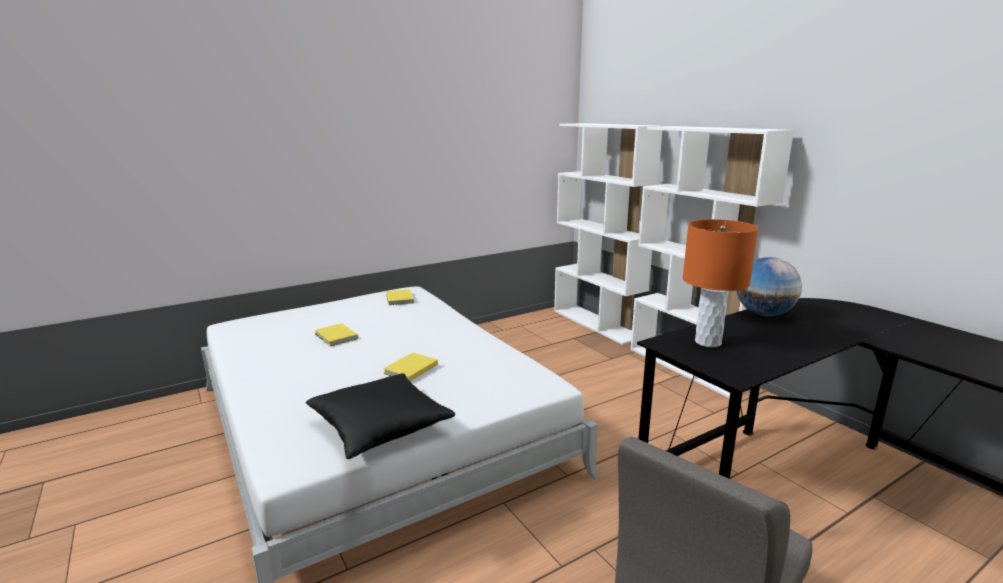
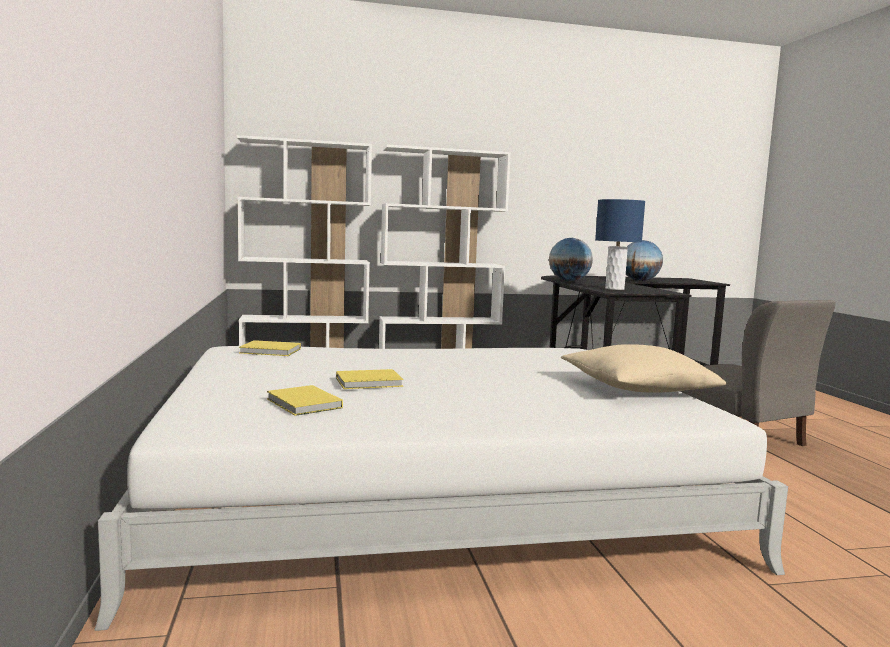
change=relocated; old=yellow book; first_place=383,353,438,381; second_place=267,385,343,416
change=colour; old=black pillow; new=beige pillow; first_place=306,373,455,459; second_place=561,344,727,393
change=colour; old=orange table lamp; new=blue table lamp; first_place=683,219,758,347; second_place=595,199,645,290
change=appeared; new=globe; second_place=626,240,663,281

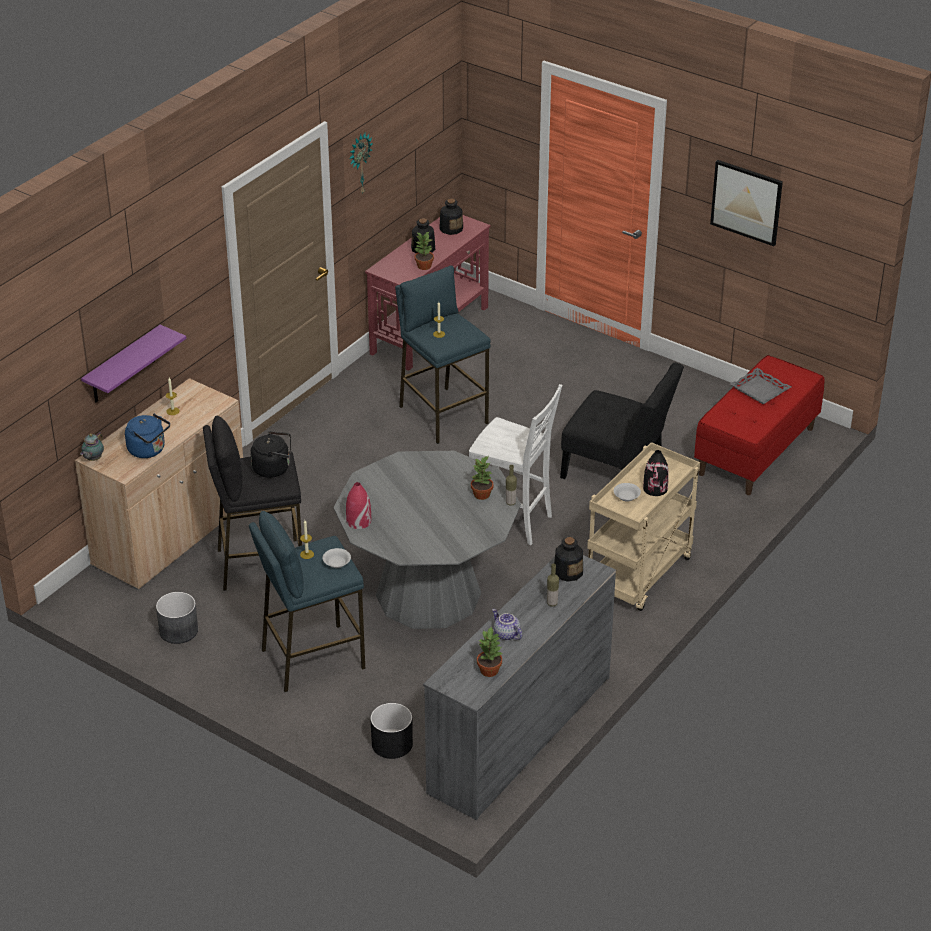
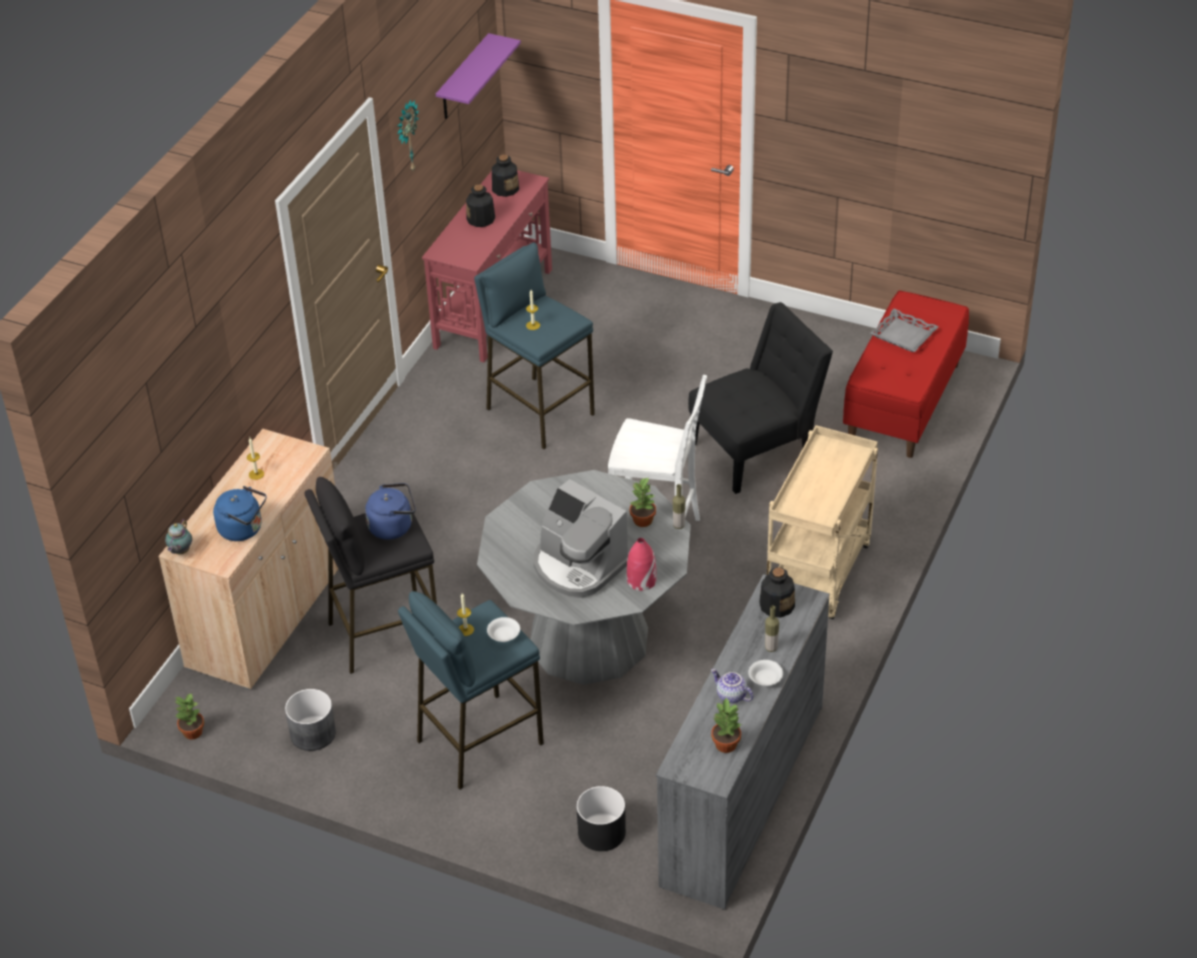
change=relocated; old=potted plant; first_place=414,232,434,270; second_place=175,693,204,740
change=colour; old=black kettle; new=blue kettle; first_place=251,431,291,478; second_place=365,483,416,540
change=relocated; old=purple shelf; first_place=81,325,186,402; second_place=436,33,521,119
change=appeared; new=coffee machine; second_place=533,479,628,598
change=relocated; old=red vase; first_place=346,482,371,529; second_place=627,538,657,591
change=spun; old=black chair; first_place=560,362,684,479; second_place=688,302,833,494; degrees=-45
change=relocated; old=white bowl; first_place=614,483,641,501; second_place=748,660,783,686
change=missing; old=black vase; first_place=643,450,669,496
change=missing; old=picture; first_place=710,160,783,246

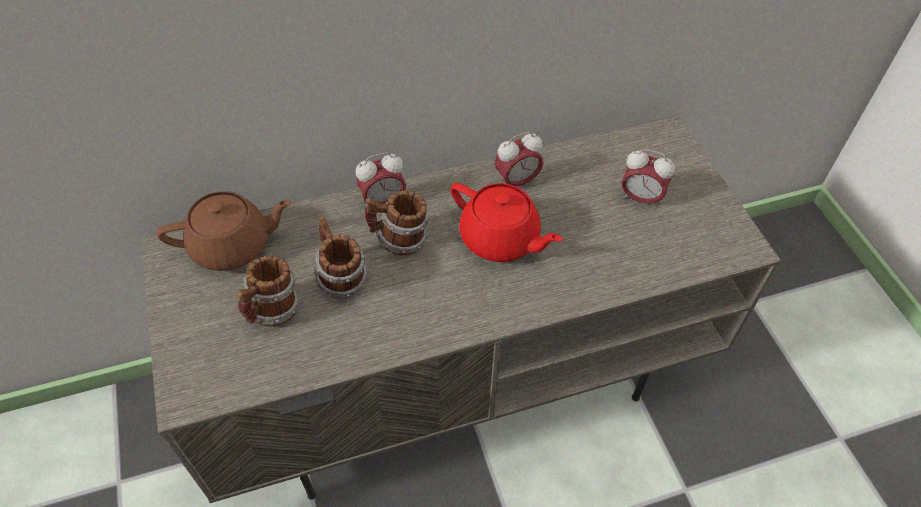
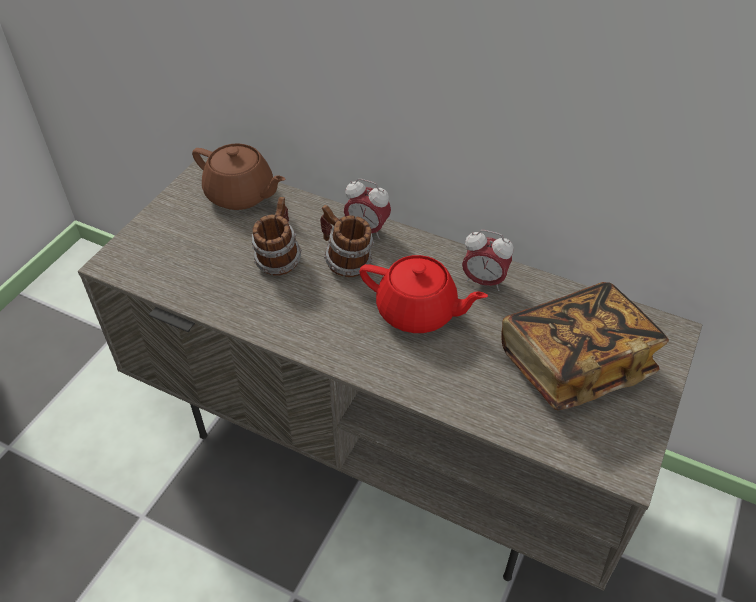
change=spun; old=red teapot; first_place=450,183,563,262; second_place=359,255,488,333; degrees=-60
change=exchanged; old=alarm clock; new=book; first_place=622,149,675,209; second_place=501,282,669,411
change=missing; old=mug; first_place=236,256,300,326

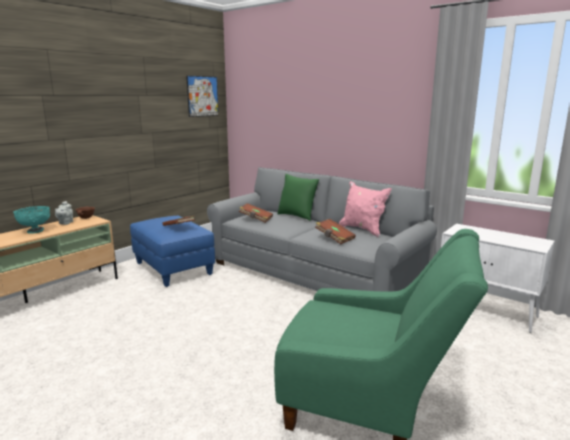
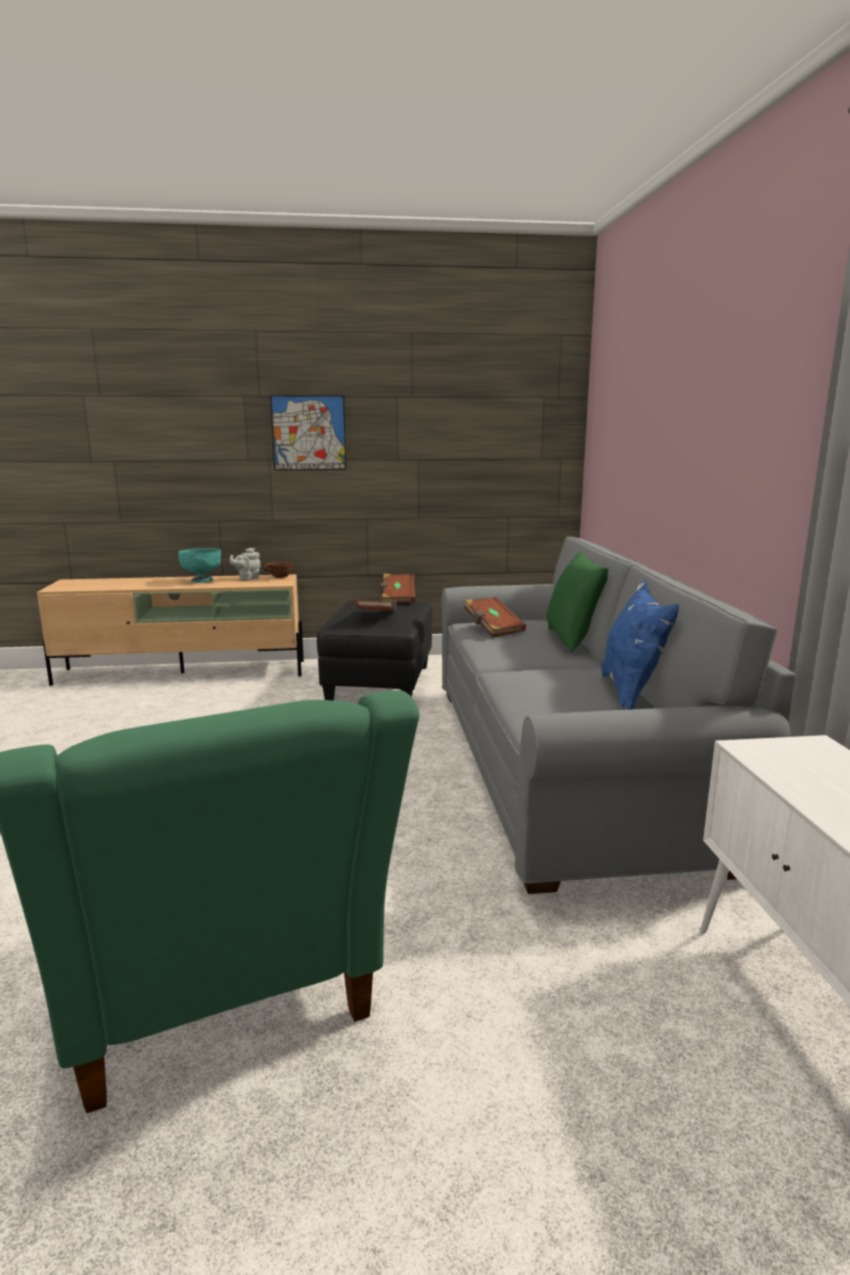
change=relocated; old=picture; first_place=186,76,219,117; second_place=270,395,346,470
change=colour; old=blue ottoman; new=black ottoman; first_place=130,216,215,287; second_place=317,599,433,701
change=relocated; old=brown book; first_place=315,219,356,244; second_place=380,574,415,603
change=colour; old=pink pillow; new=blue pillow; first_place=339,181,392,237; second_place=601,580,679,710

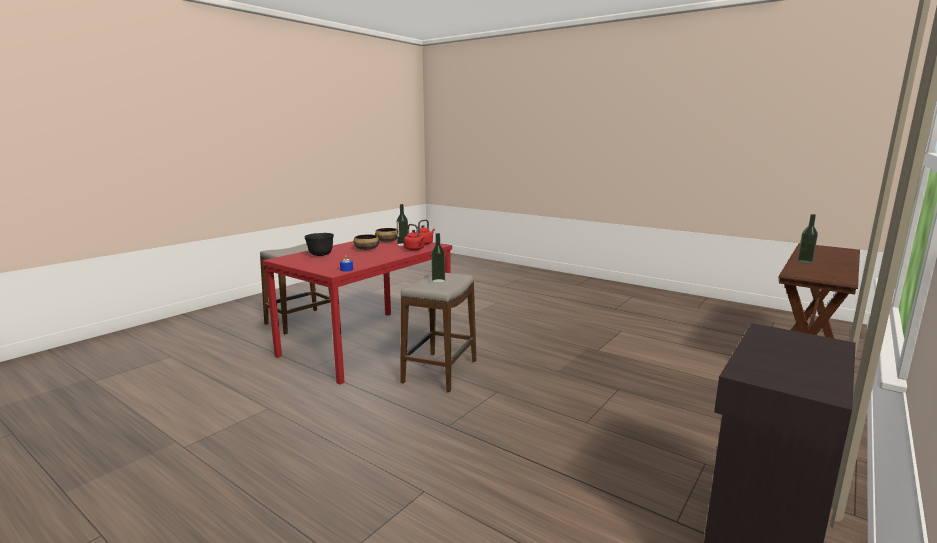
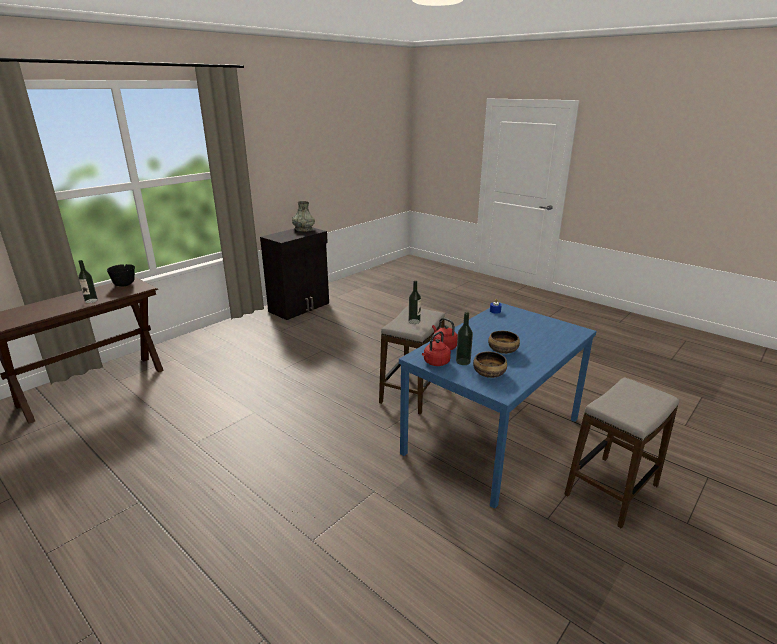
change=relocated; old=black bowl; first_place=304,233,334,256; second_place=107,264,135,287
change=appeared; new=grey vase; second_place=292,201,315,232
change=colour; old=red dining table; new=blue dining table; first_place=262,239,452,385; second_place=399,302,597,509

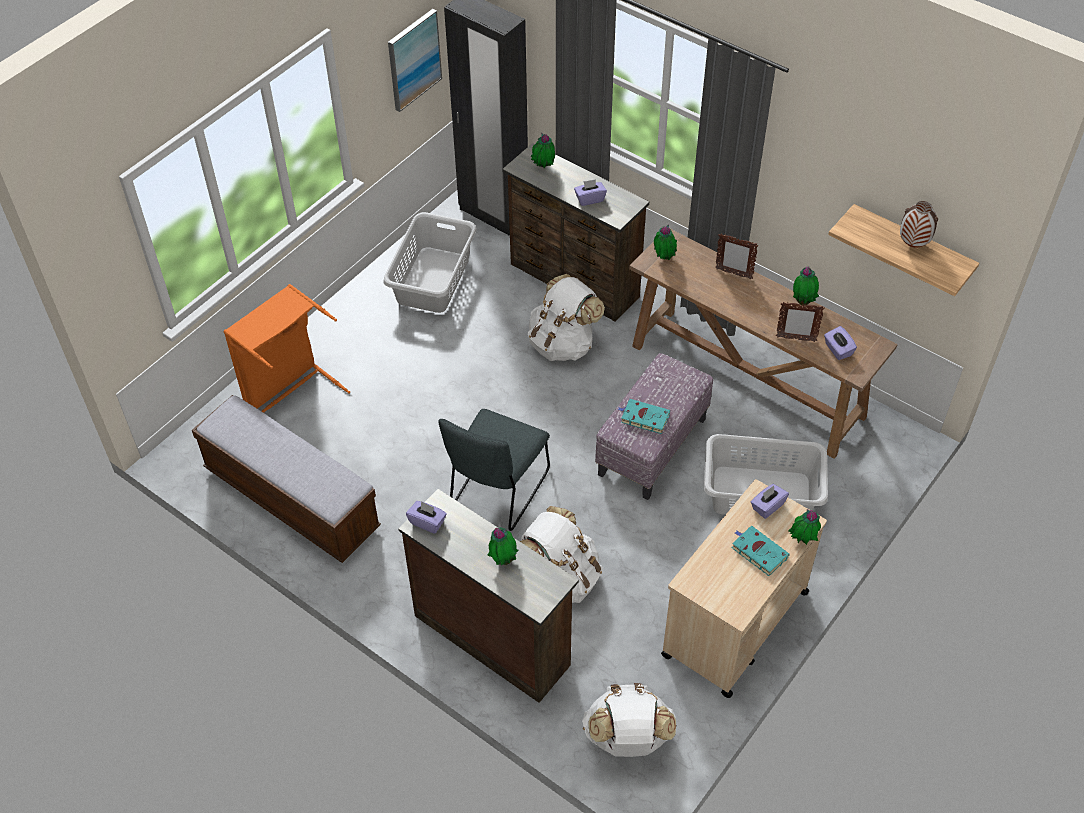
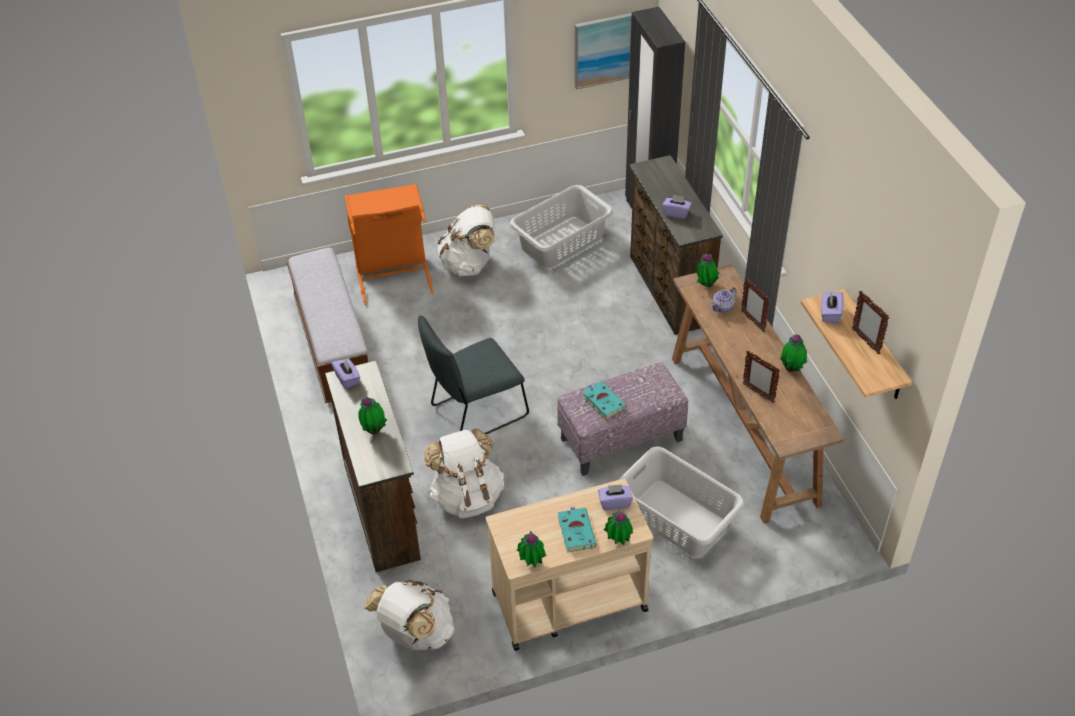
change=relocated; old=white backpack; first_place=528,274,605,361; second_place=438,205,496,276
change=relocated; old=potted plant; first_place=530,133,555,169; second_place=517,531,547,567
change=appeared; new=teapot; second_place=711,287,736,313
change=relocated; old=purple tissue box; first_place=824,326,857,360; second_place=821,292,844,323
change=exchanged; old=vase; new=picture frame; first_place=900,201,938,248; second_place=852,291,889,354

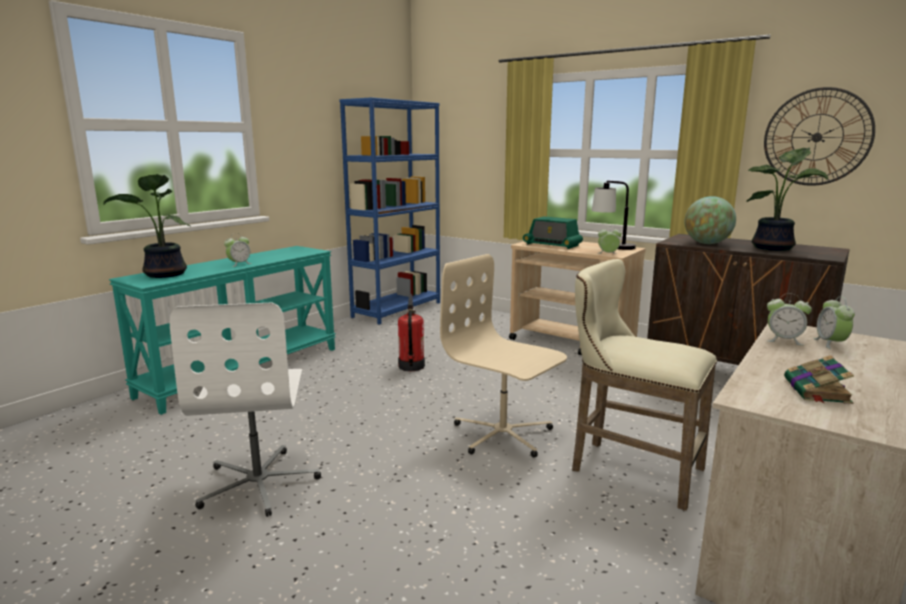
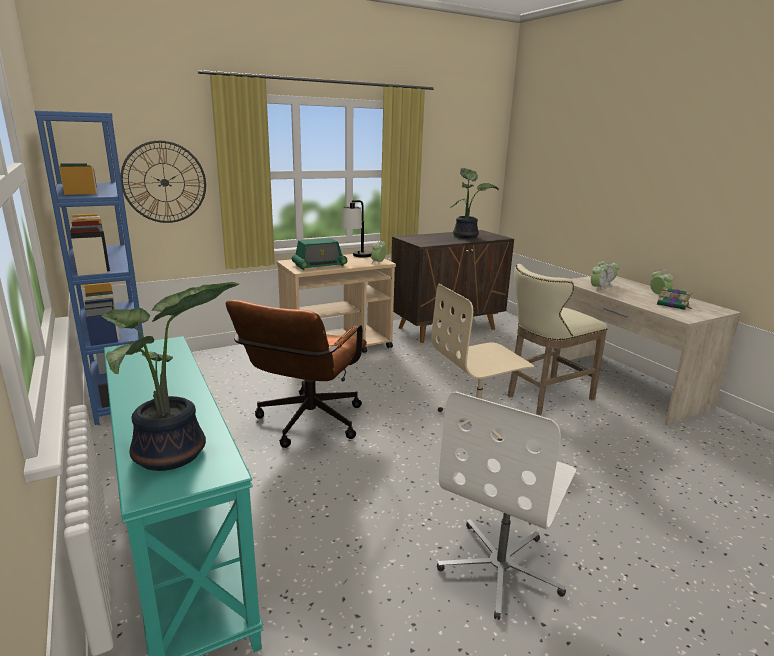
change=relocated; old=wall clock; first_place=764,87,875,186; second_place=120,141,206,223
change=exchanged; old=fire extinguisher; new=brown office chair; first_place=398,294,425,371; second_place=226,300,367,448
change=spun; old=white office chair; first_place=170,303,321,517; second_place=437,392,576,620; degrees=105
change=relocated; old=alarm clock; first_place=224,233,252,267; second_place=650,269,673,295
change=missing; old=globe; first_place=684,196,736,244

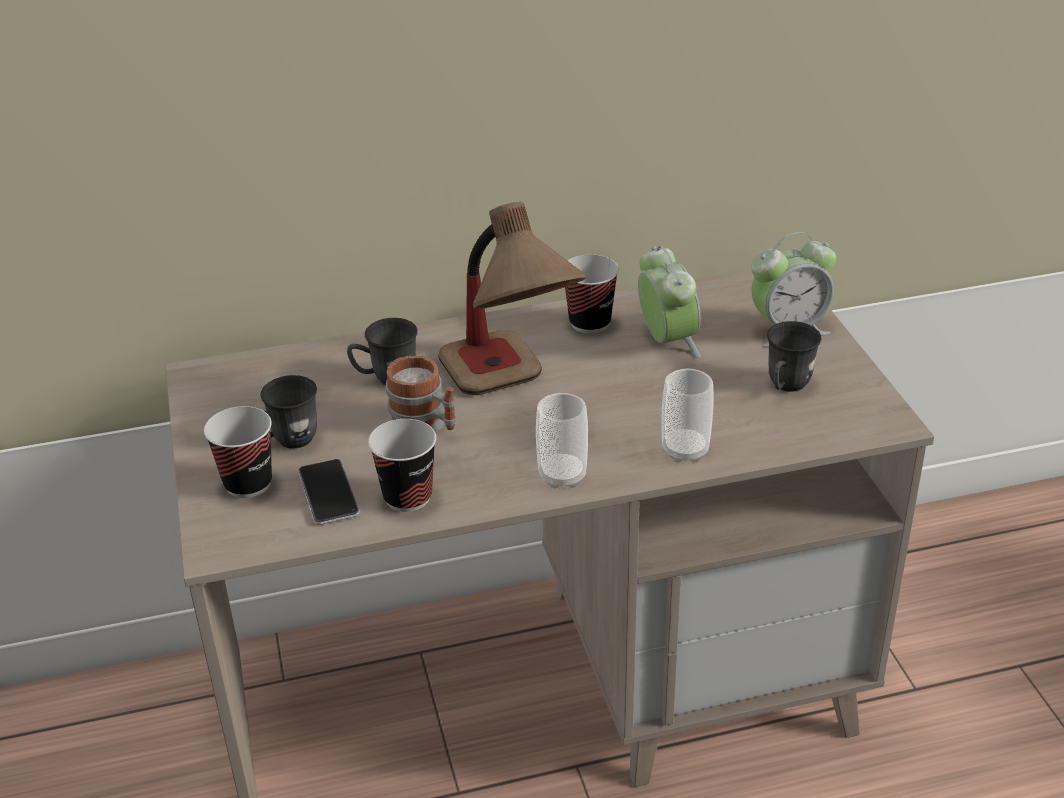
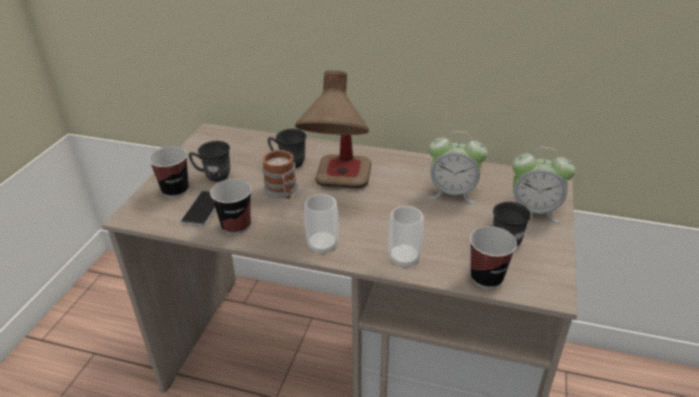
change=spun; old=alarm clock; first_place=638,245,701,358; second_place=428,131,487,204; degrees=90
change=relocated; old=cup; first_place=565,254,619,333; second_place=470,226,517,289

